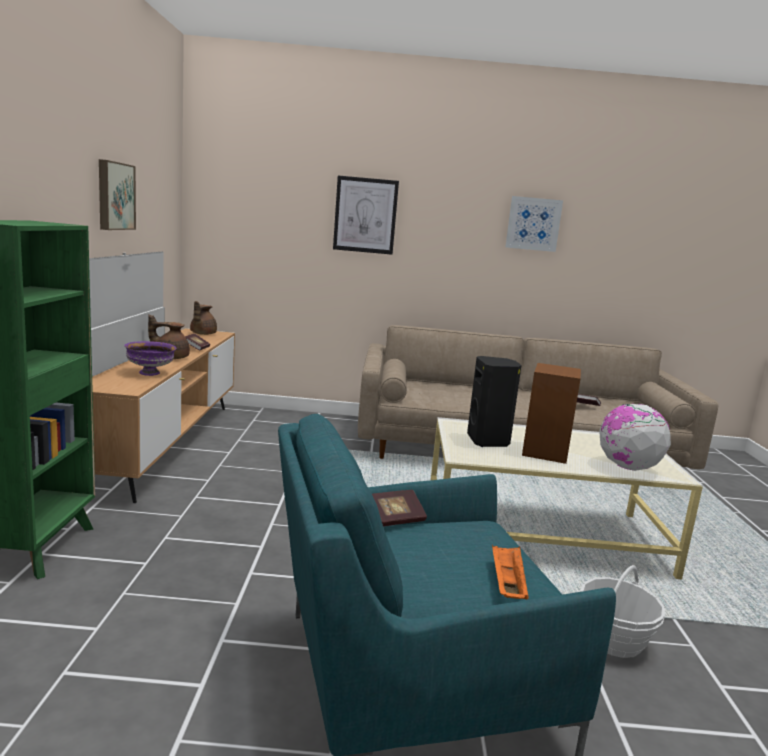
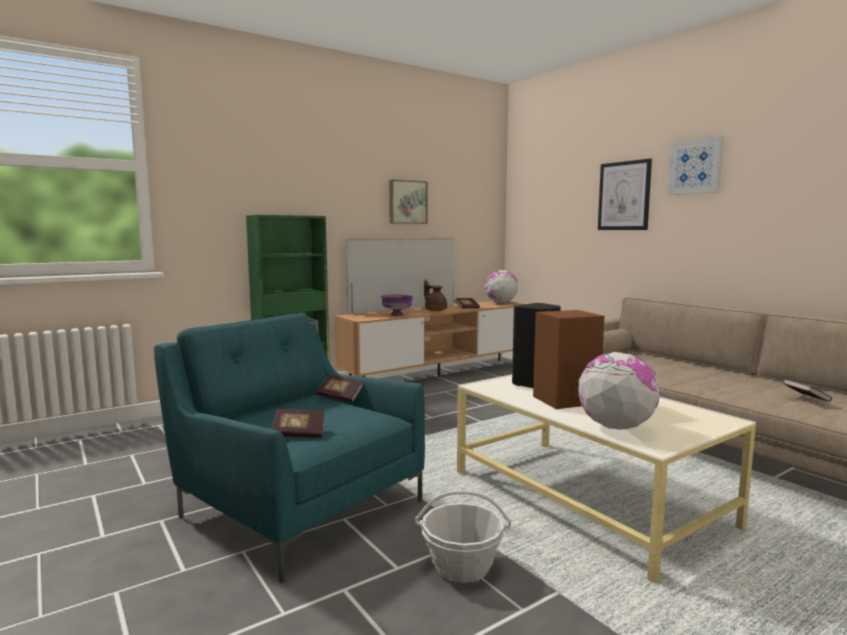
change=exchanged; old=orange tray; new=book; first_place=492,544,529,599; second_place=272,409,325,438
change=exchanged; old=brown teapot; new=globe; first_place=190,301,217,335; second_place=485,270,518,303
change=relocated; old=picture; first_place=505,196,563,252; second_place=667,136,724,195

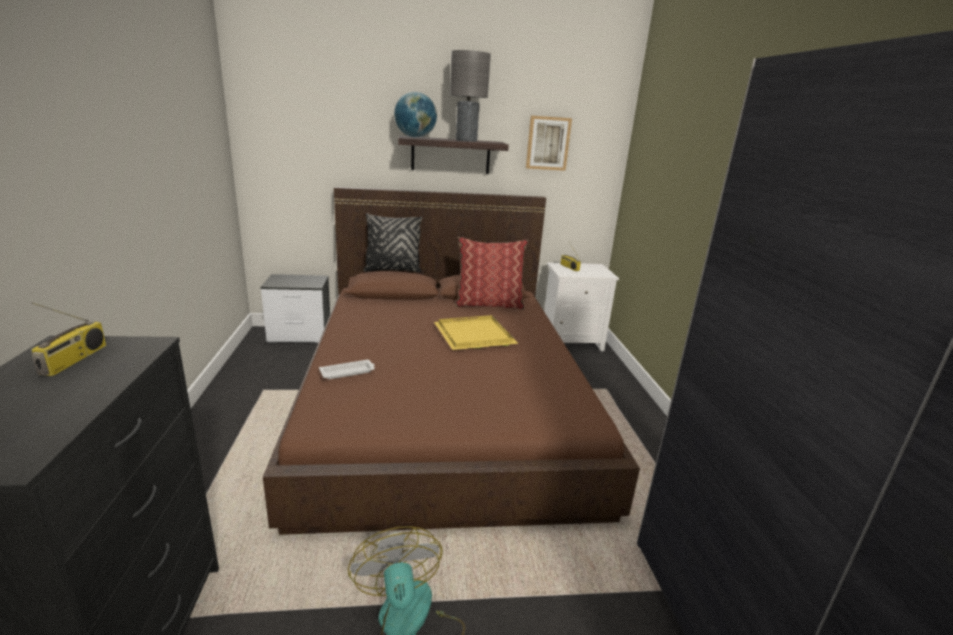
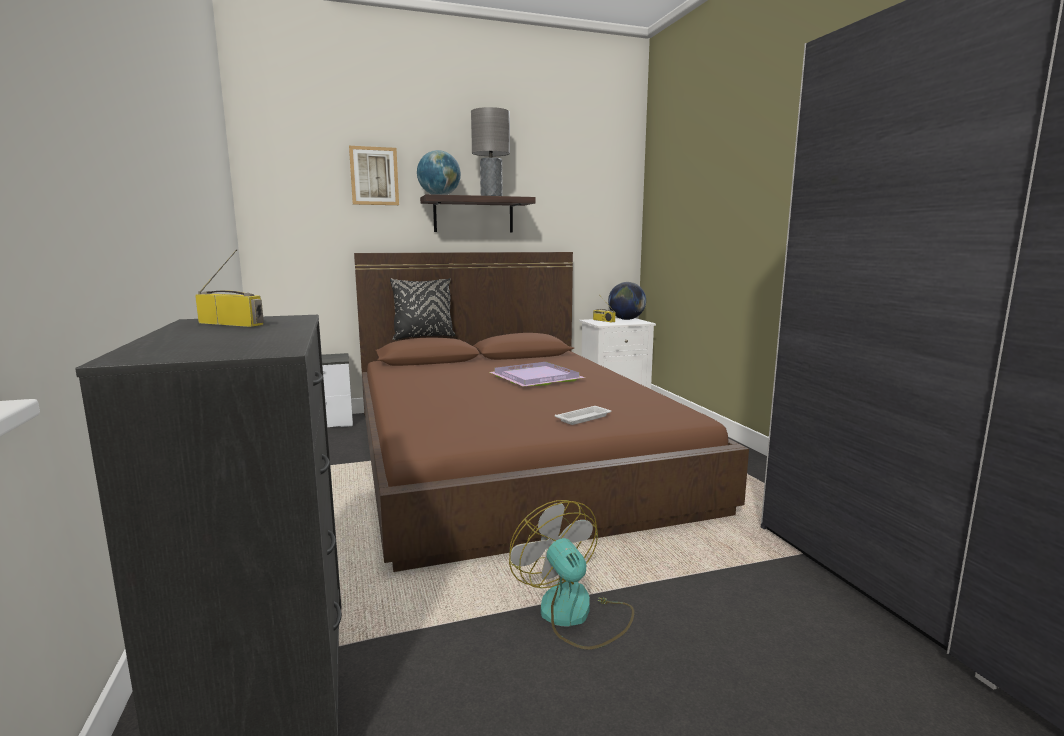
change=spun; old=radio; first_place=31,302,106,376; second_place=195,249,264,327; degrees=-60
change=relocated; old=picture; first_place=526,116,572,171; second_place=349,146,399,205
change=colour; old=yellow tray; new=purple tray; first_place=434,315,519,350; second_place=490,362,585,387
change=relocated; old=white tray; first_place=319,360,375,379; second_place=555,406,612,425
change=appeared; new=globe; second_place=608,282,646,320
change=missing; old=pillow; first_place=455,237,528,310

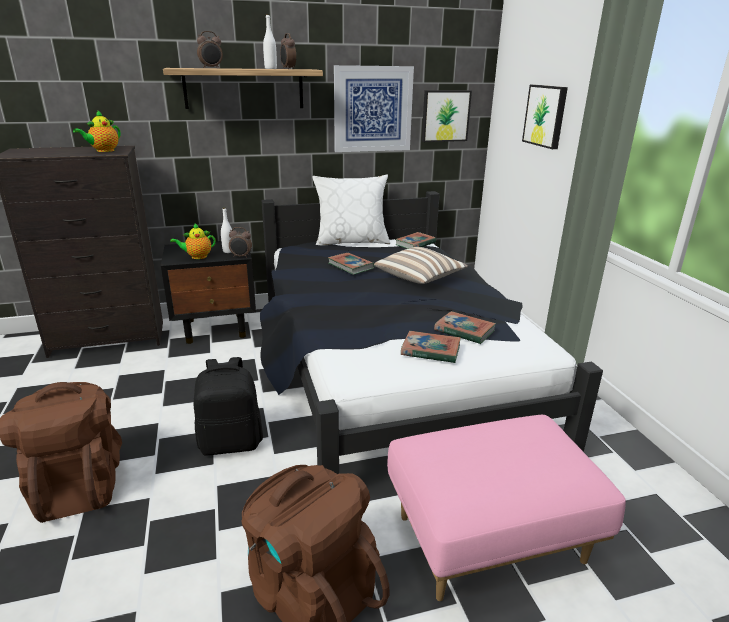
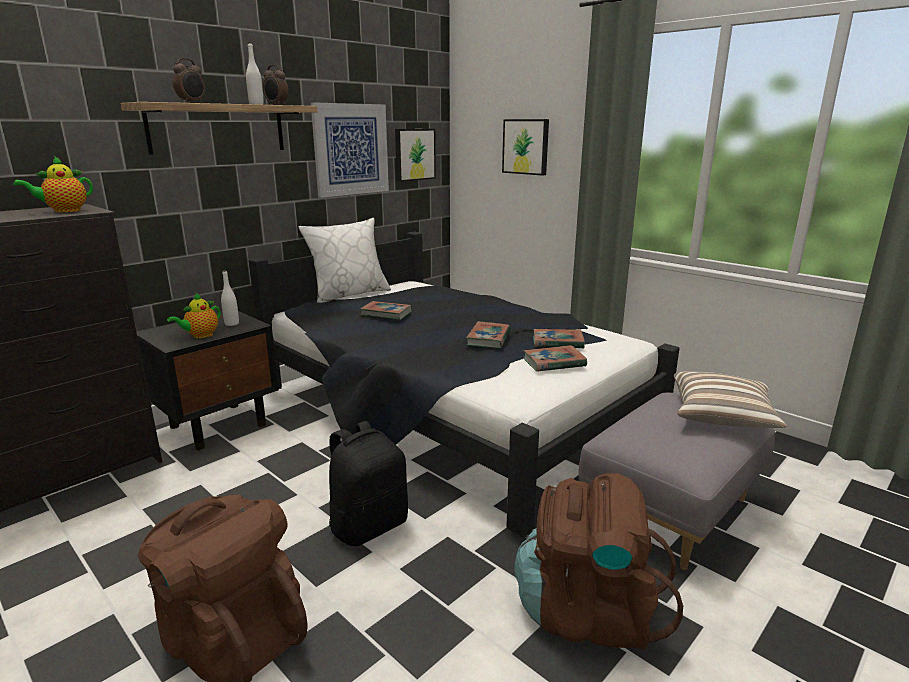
change=spun; old=teapot; first_place=73,110,121,152; second_place=14,156,93,212; degrees=45
change=relocated; old=book; first_place=395,232,436,249; second_place=466,322,511,348
change=colour; old=pink ottoman; new=grey ottoman; first_place=387,415,626,601; second_place=578,393,775,570
change=relocated; old=pillow; first_place=374,247,468,284; second_place=674,371,787,428
change=missing; old=alarm clock; first_place=229,227,252,258

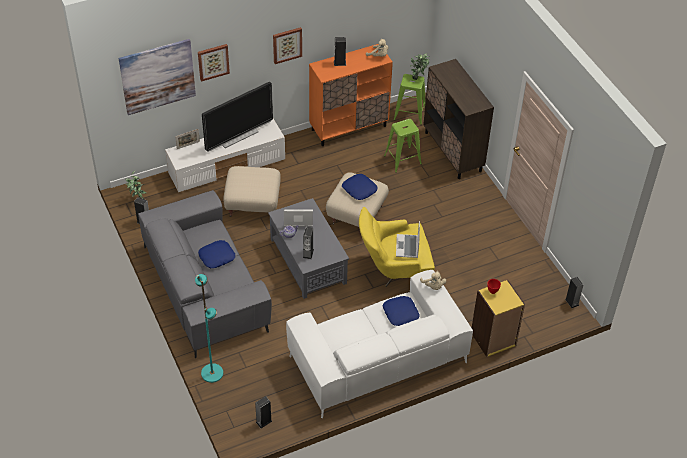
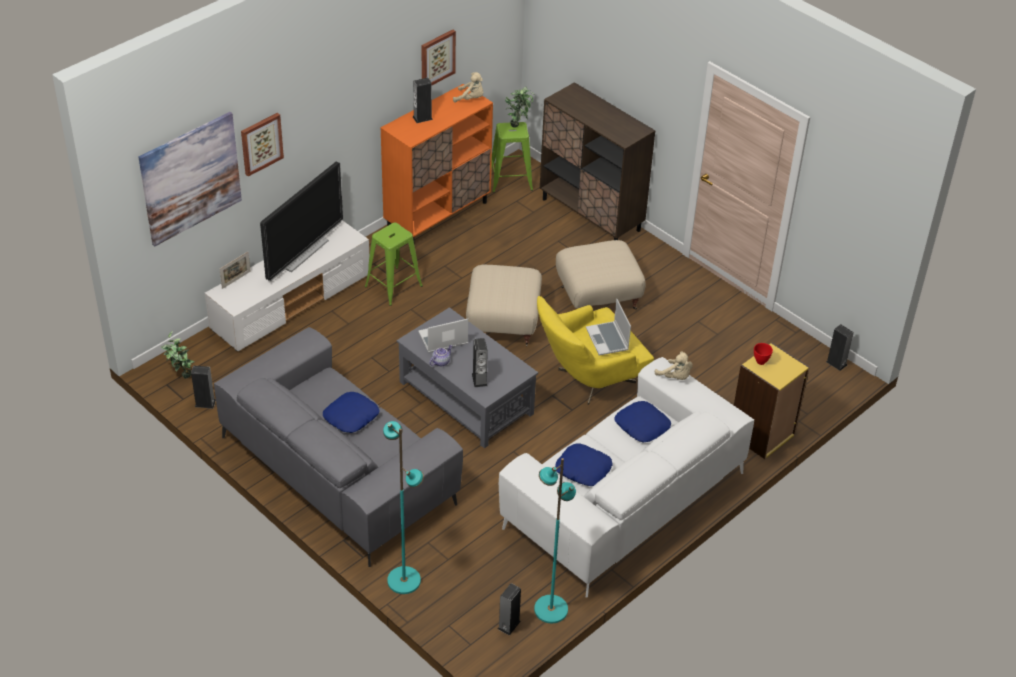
change=relocated; old=green stool; first_place=384,119,422,173; second_place=365,223,423,306
change=relocated; old=picture; first_place=273,27,302,64; second_place=421,29,456,85
change=appeared; new=turquoise floor lamp; second_place=534,458,576,623
change=relocated; old=blue pillow; first_place=342,174,378,200; second_place=555,443,613,486
change=relocated; old=beige ottoman; first_place=223,166,281,217; second_place=556,240,646,309

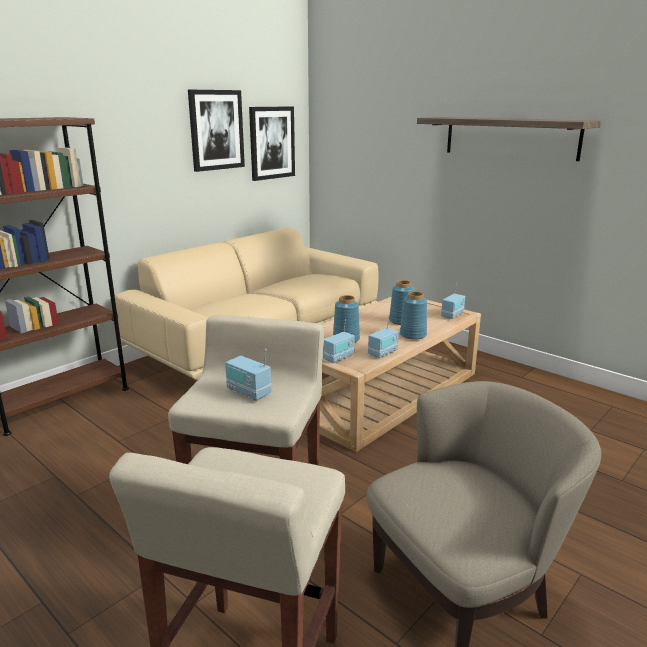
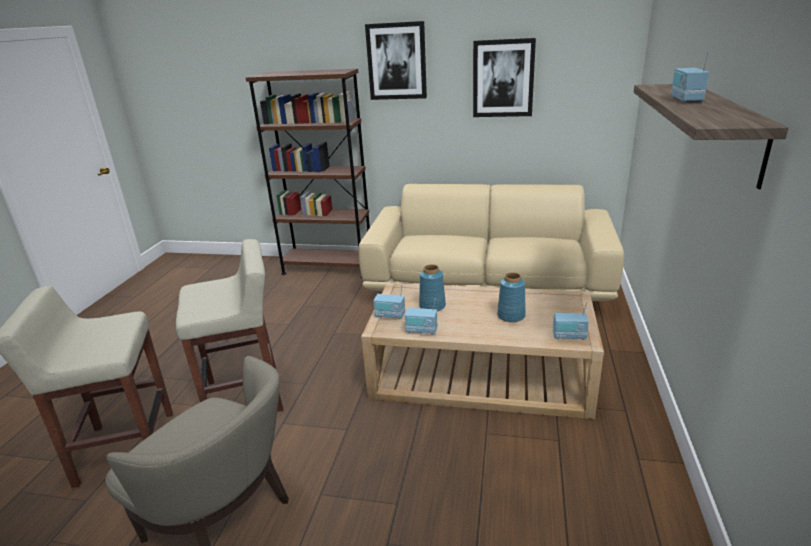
change=relocated; old=picture; first_place=249,106,295,181; second_place=365,21,427,100
change=relocated; old=radio; first_place=225,349,271,400; second_place=671,51,709,103
change=missing; old=blue vase; first_place=400,291,427,340

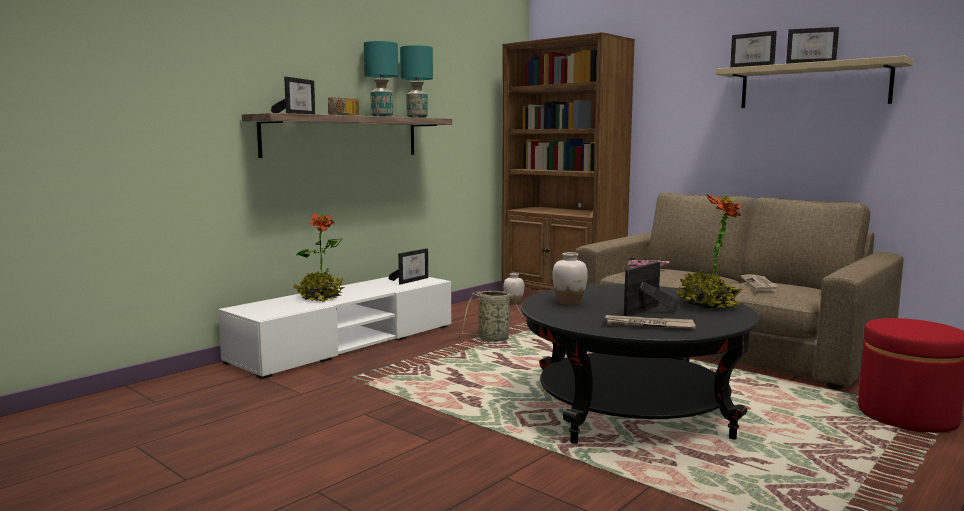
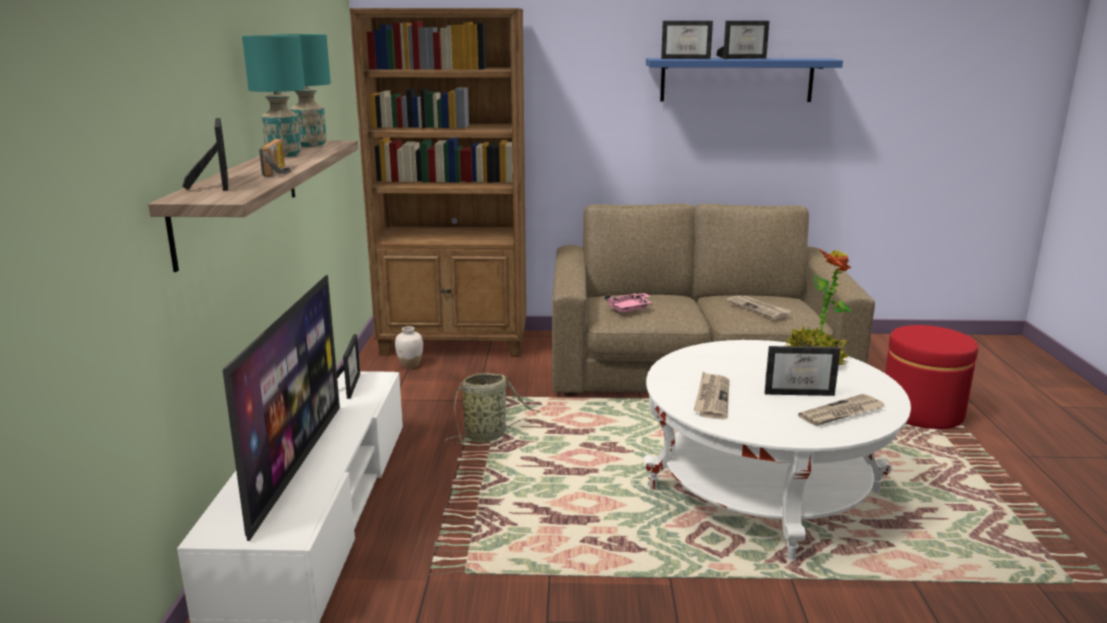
change=exchanged; old=potted plant; new=television; first_place=293,213,345,303; second_place=223,275,340,541
change=colour; old=black coffee table; new=white coffee table; first_place=521,284,759,444; second_place=644,340,911,560
change=colour; old=beige shelf; new=blue shelf; first_place=716,56,914,108; second_place=646,58,843,102
change=exchanged; old=white vase; new=newspaper; first_place=552,252,588,305; second_place=693,372,729,419
change=spun; old=picture frame; first_place=624,262,680,316; second_place=765,346,840,396; degrees=-90

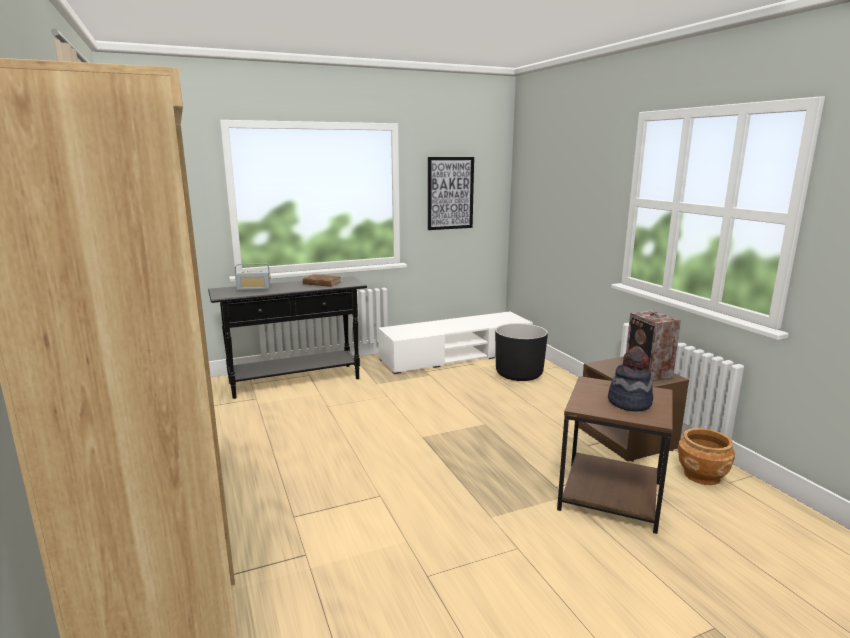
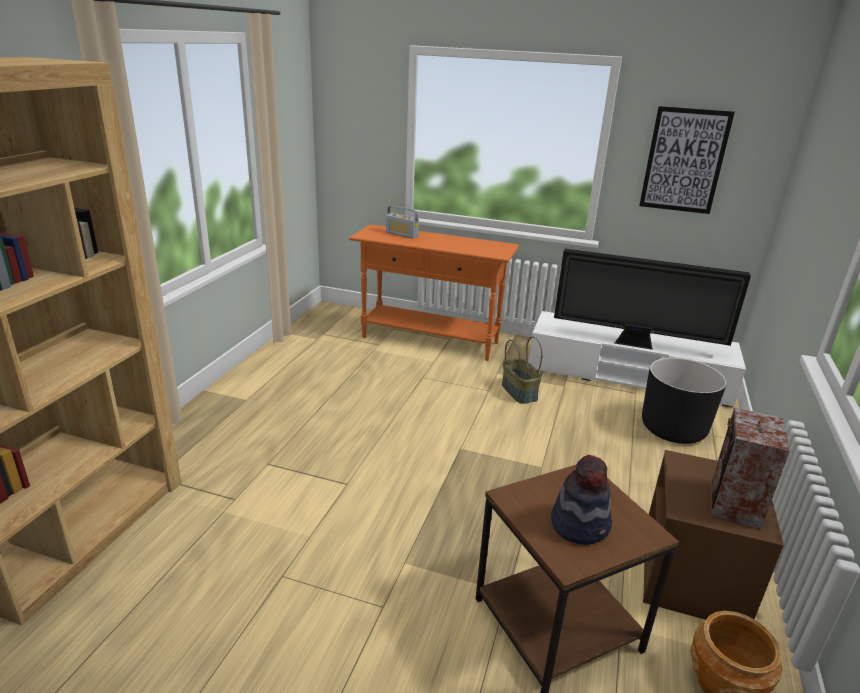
change=colour; old=black console table; new=orange console table; first_place=208,276,367,399; second_place=349,224,519,361
change=appeared; new=basket; second_place=502,336,542,404
change=appeared; new=television; second_place=554,249,751,350
change=missing; old=brown book; first_place=303,274,341,287

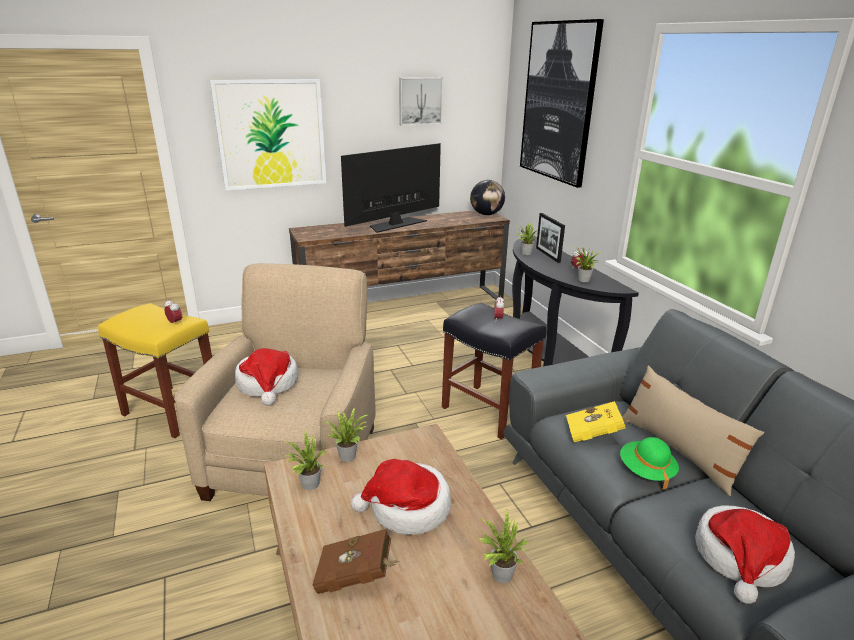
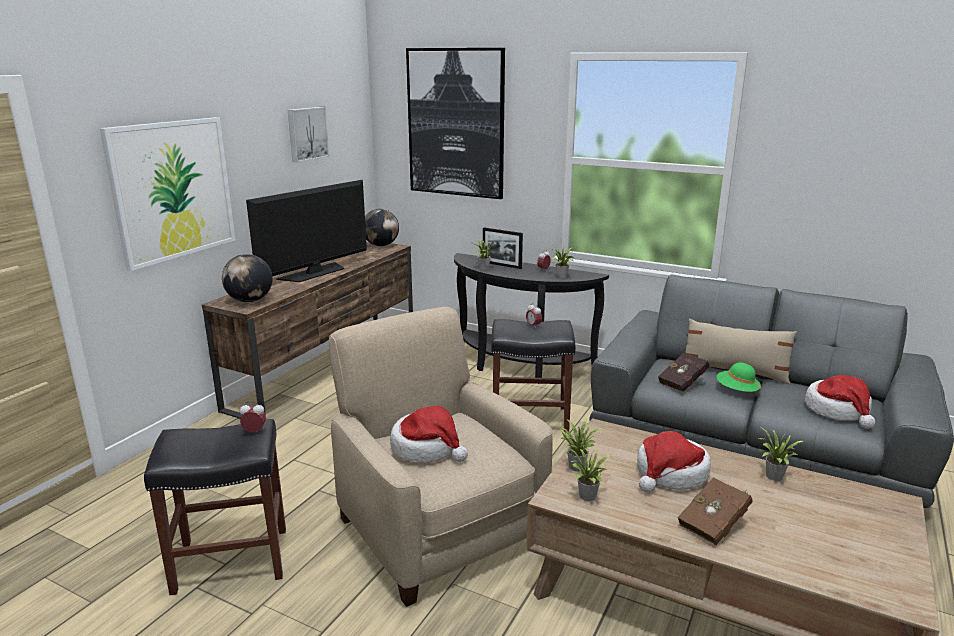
change=colour; old=yellow stool; new=black stool; first_place=98,303,212,438; second_place=144,419,286,595
change=appeared; new=globe; second_place=222,254,273,302
change=spun; old=television; first_place=341,143,441,233; second_place=246,180,367,282; degrees=-150
change=colour; old=yellow book; new=red book; first_place=566,401,633,442; second_place=658,353,709,392

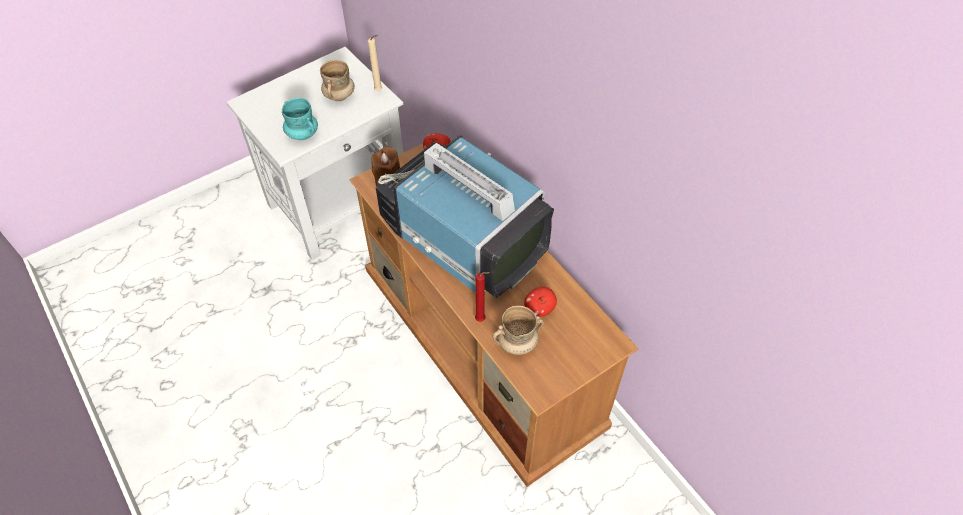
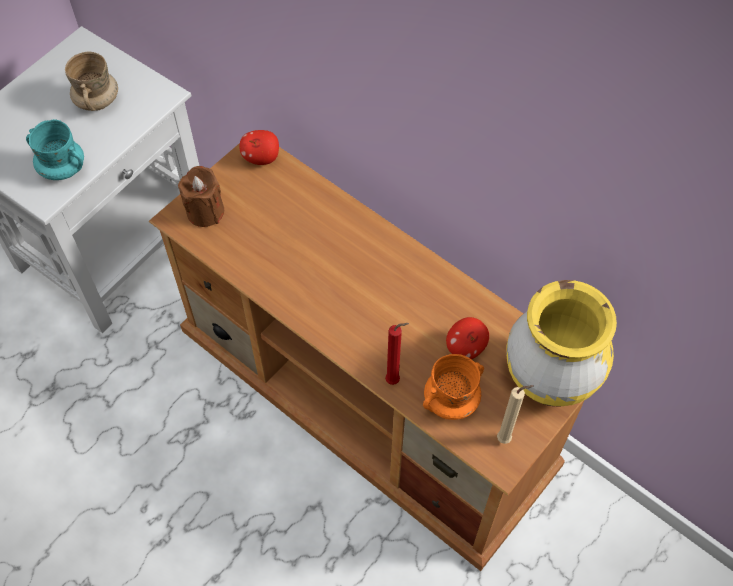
change=colour; old=beige mug; new=orange mug; first_place=492,306,544,355; second_place=423,354,484,420
change=relocated; old=beige candle; first_place=368,35,382,91; second_place=497,385,534,444
change=appeared; new=yellow vase; second_place=506,280,617,407
change=missing; old=television; first_place=375,135,554,298

